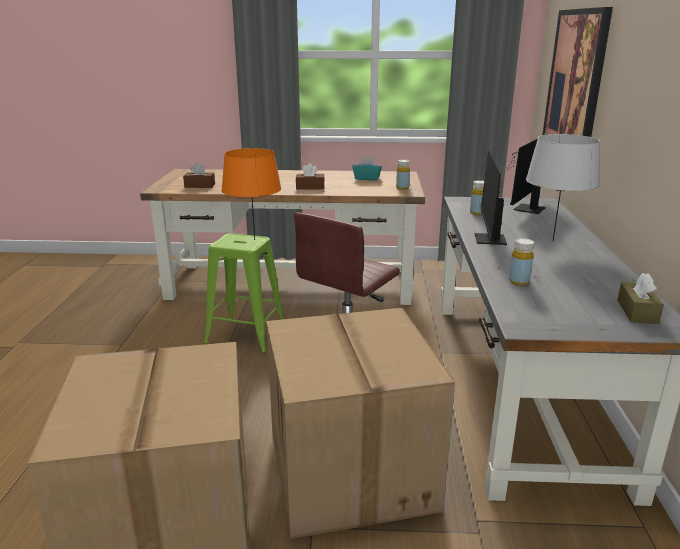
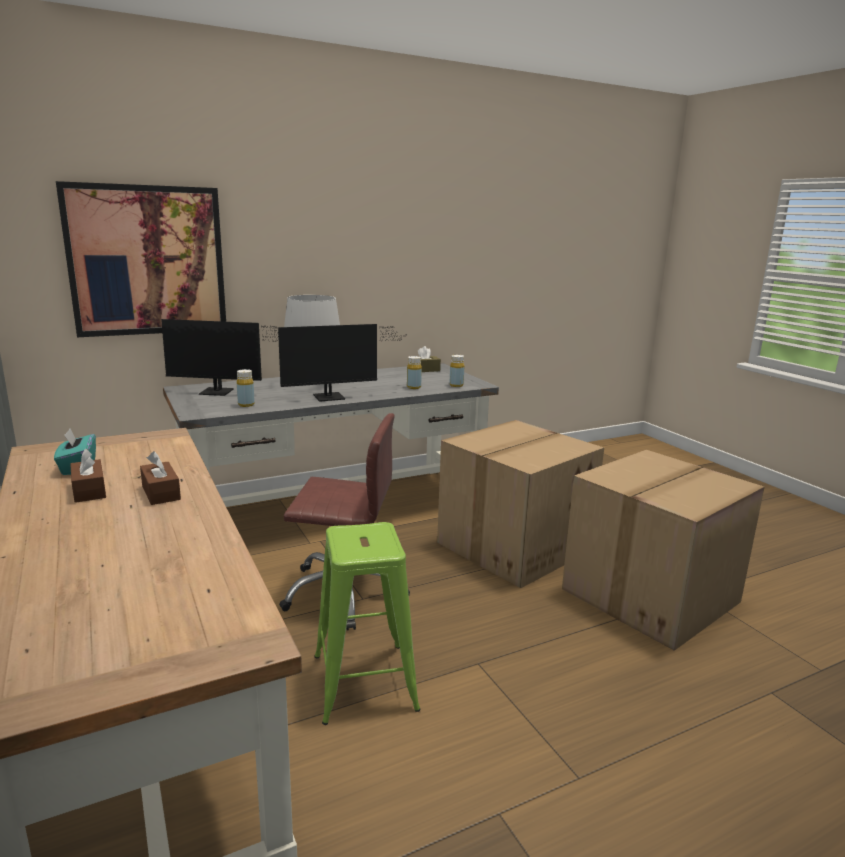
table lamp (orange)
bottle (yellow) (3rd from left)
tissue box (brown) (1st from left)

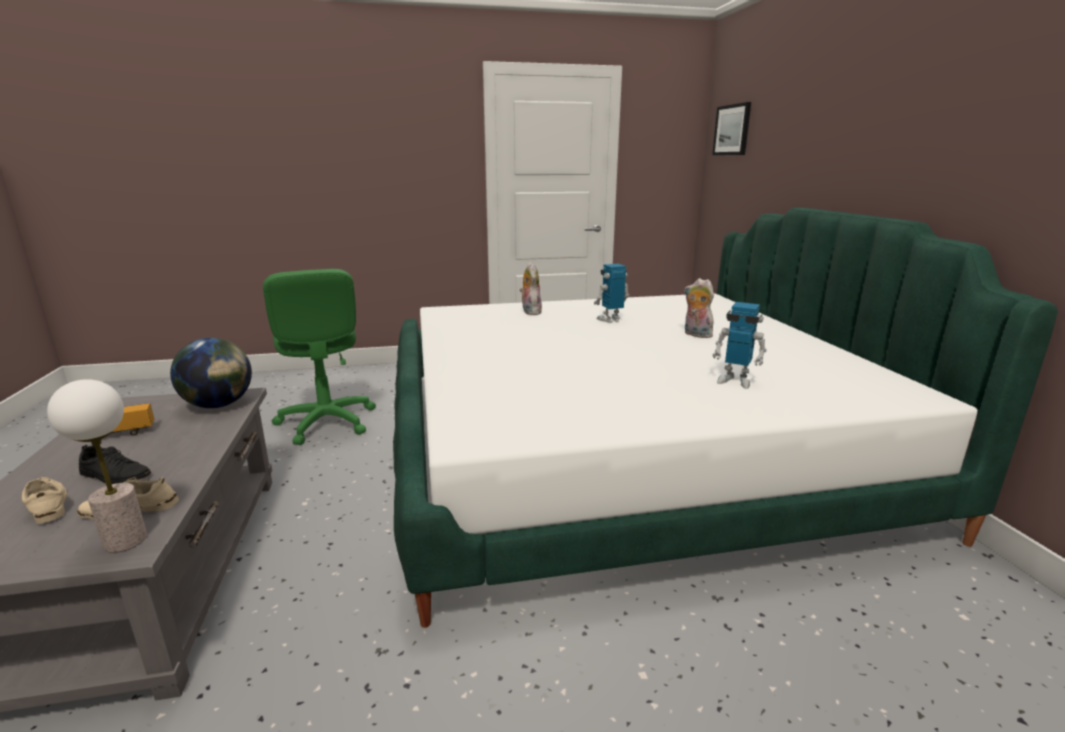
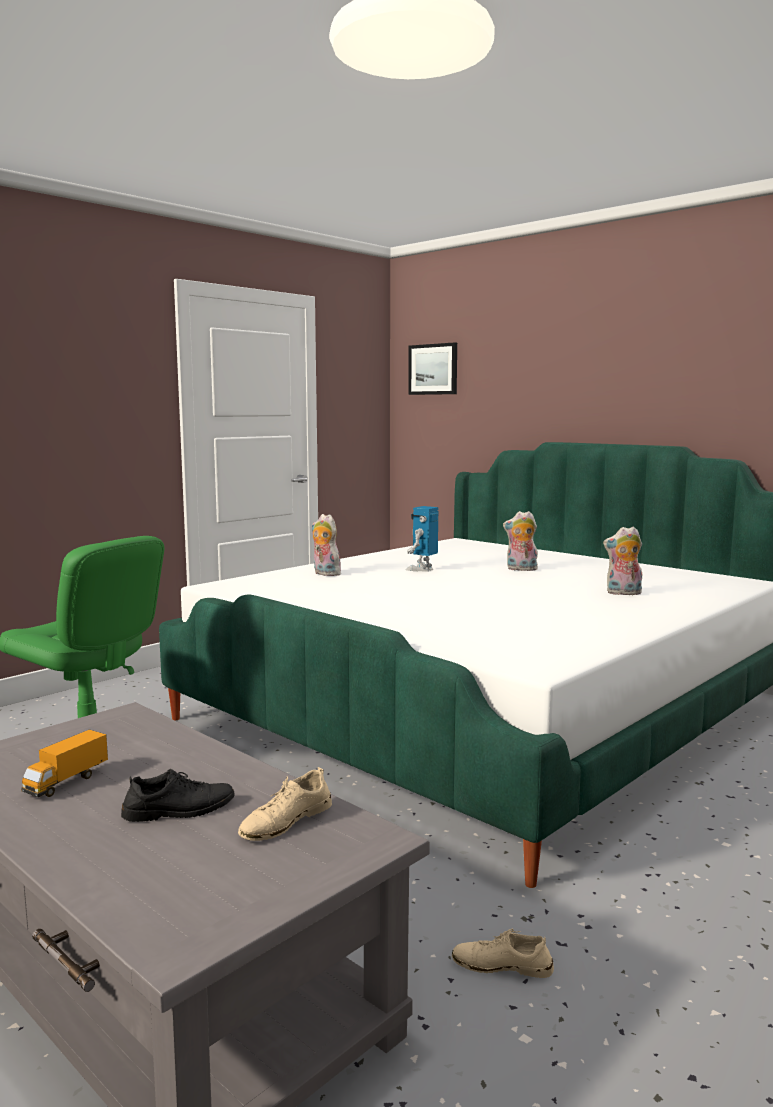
plush toy (3rd from left)
globe
table lamp
shoe (beige) (2nd from left)

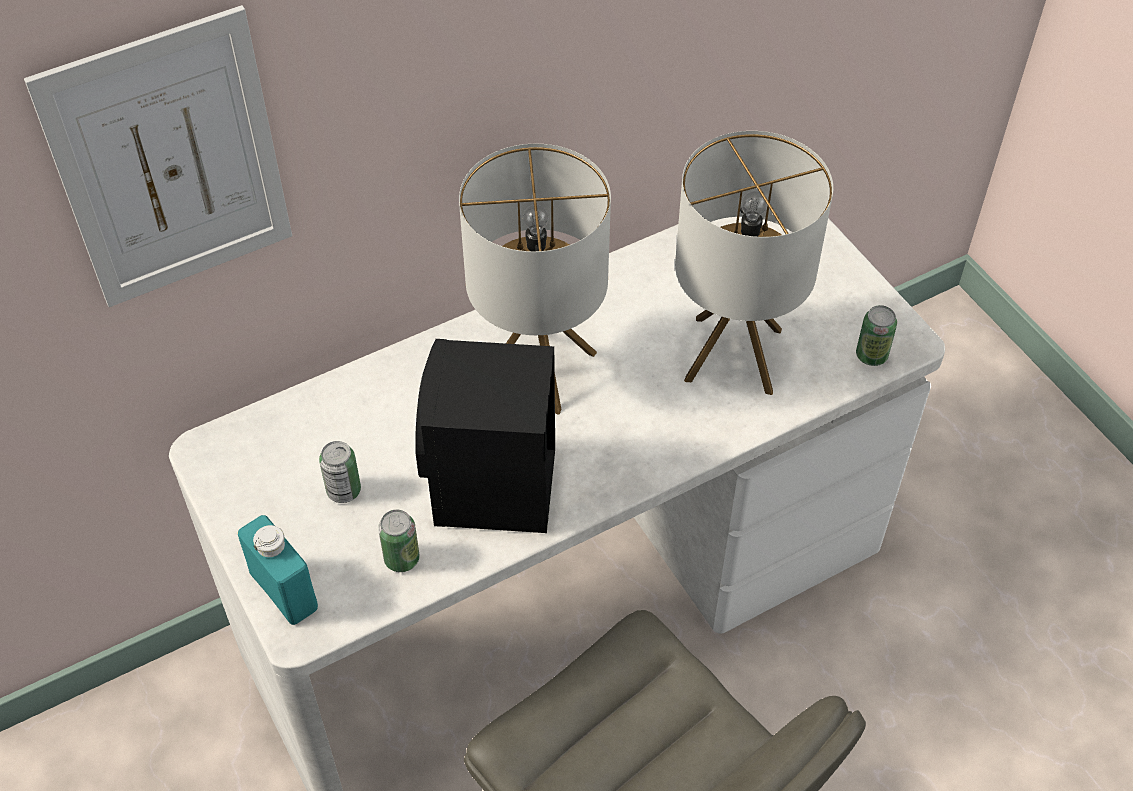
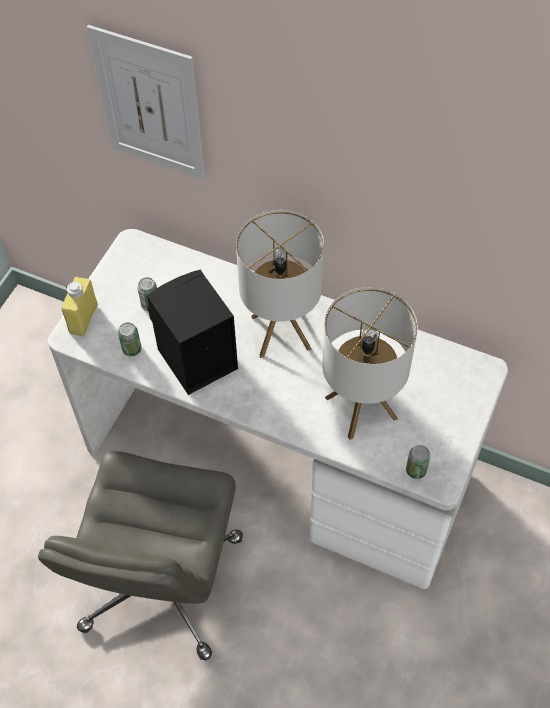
bottle (yellow)

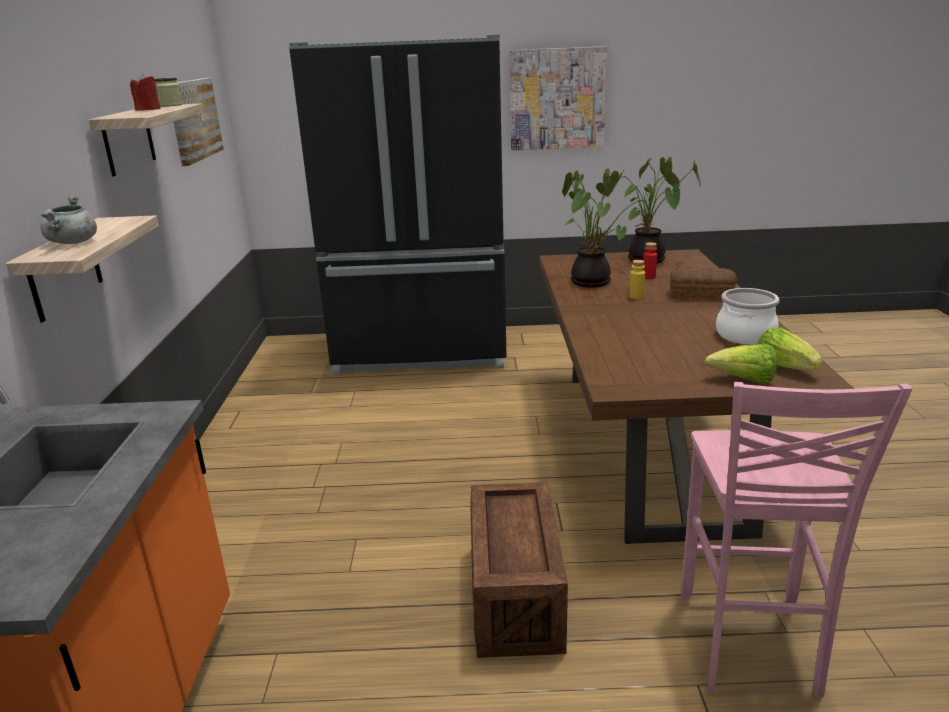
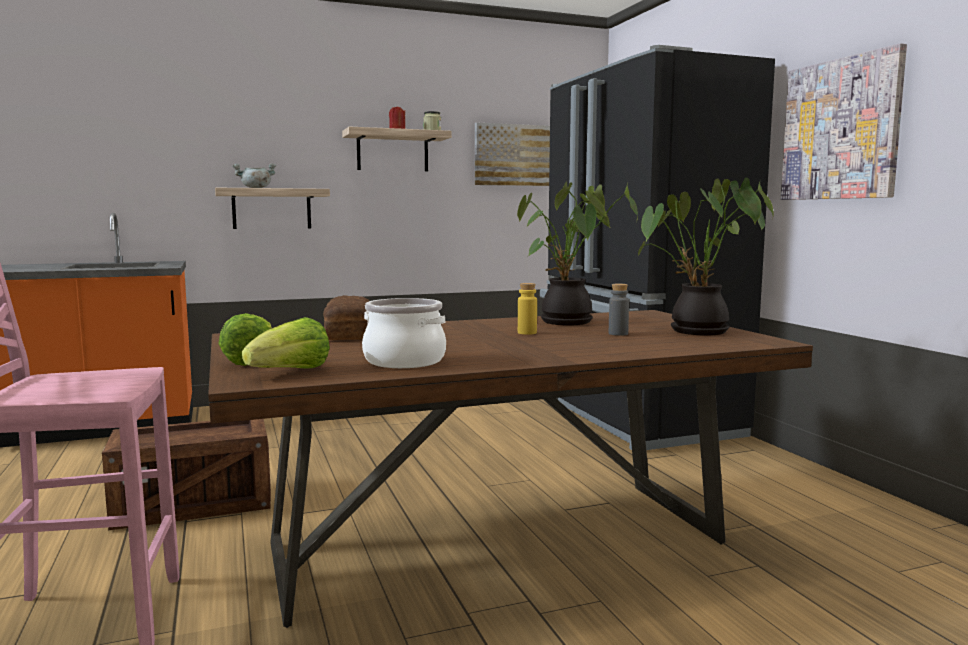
bottle (grey)
bread

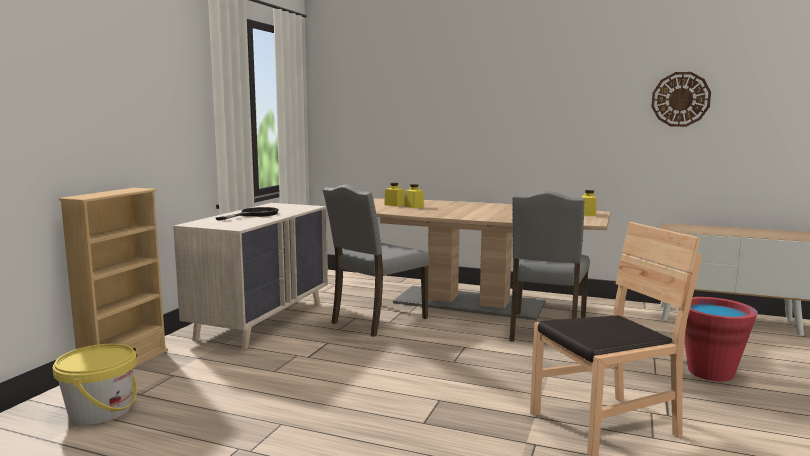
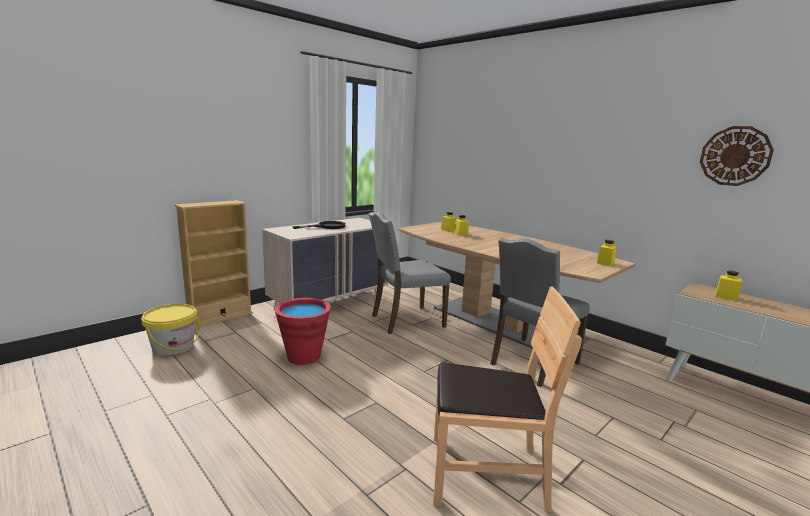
bucket (red)
jar (yellow) (4th from left)

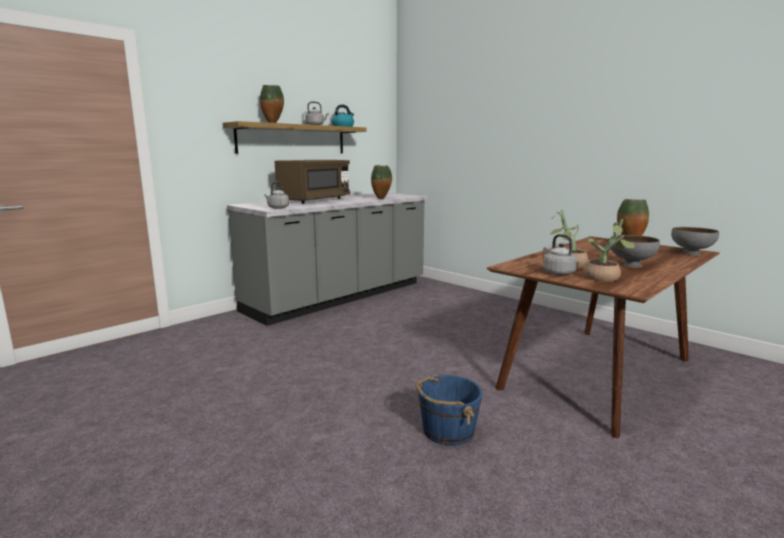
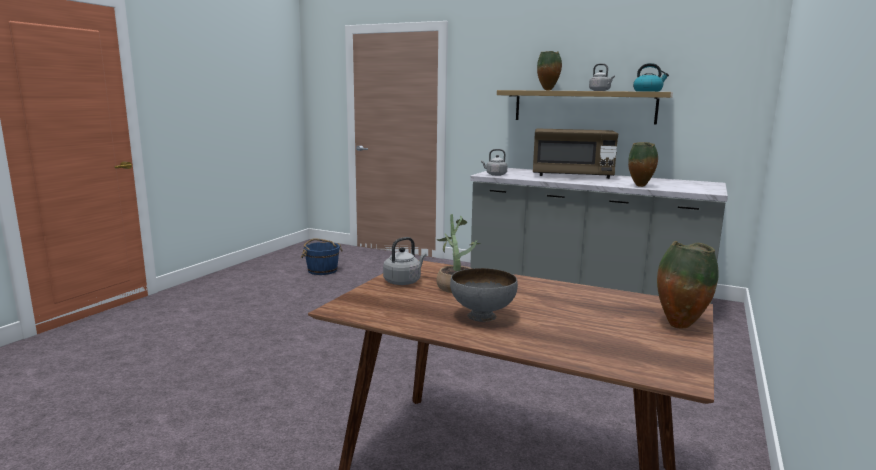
potted plant (2nd from left in the first image)
bowl (grey) (2nd from left in the first image)
bucket (blue)

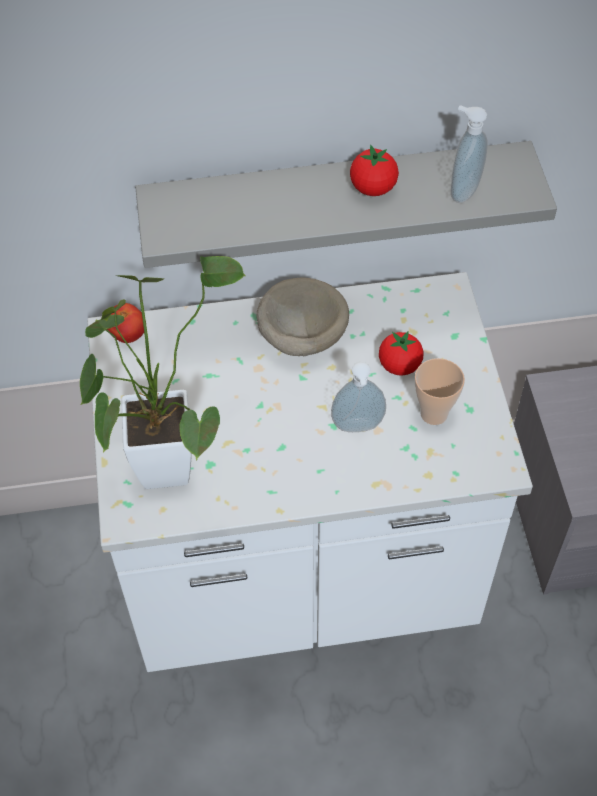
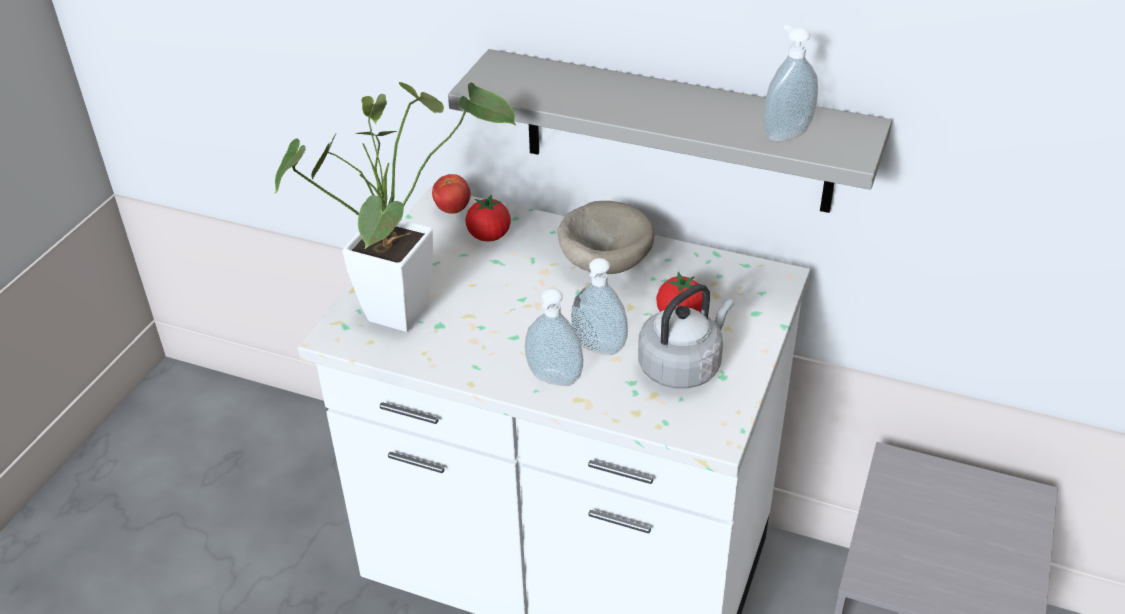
tomato (2nd from left)
kettle (grey)
soap dispenser (1st from left)

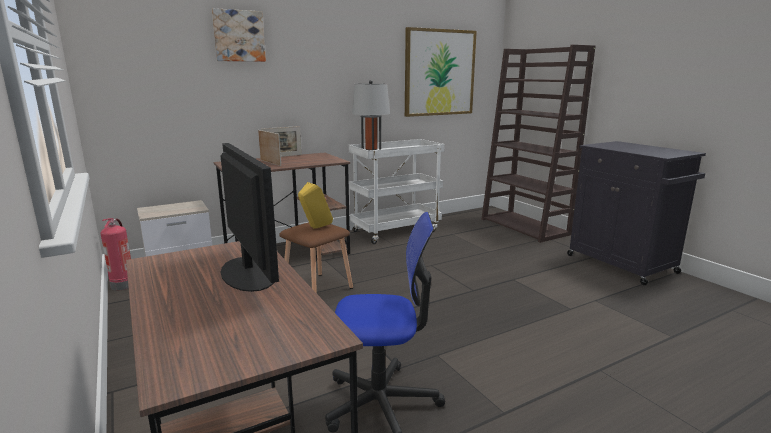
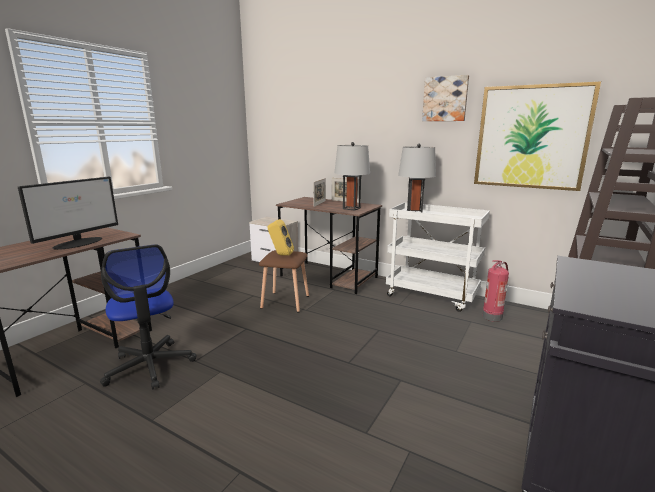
picture (1st from left)
fire extinguisher
table lamp (grey) (1st from left)

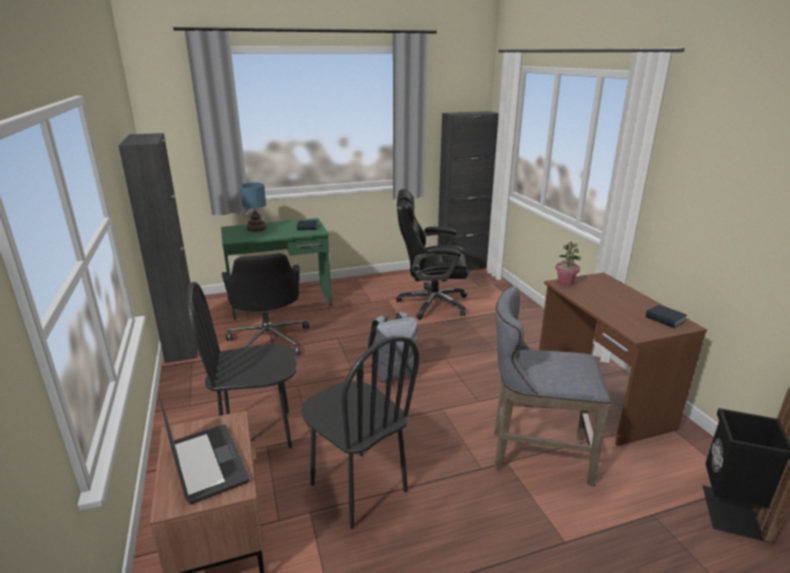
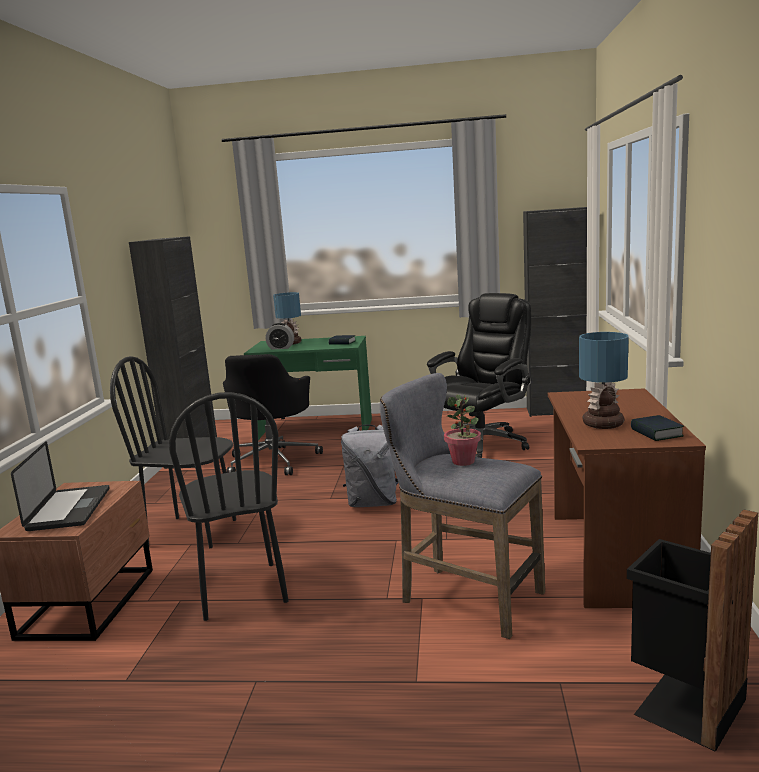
office chair (black) (2nd from left)
potted plant
alarm clock
table lamp (2nd from left)

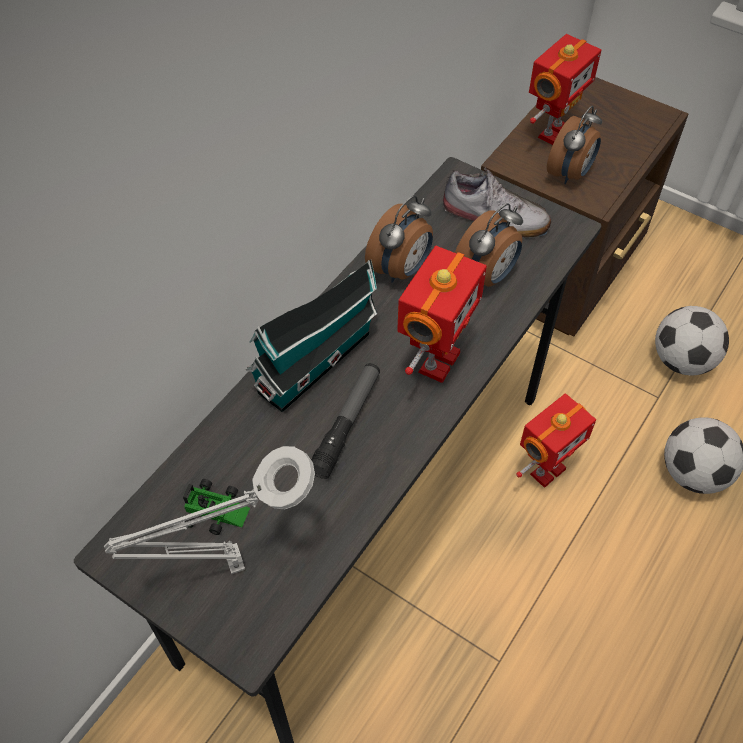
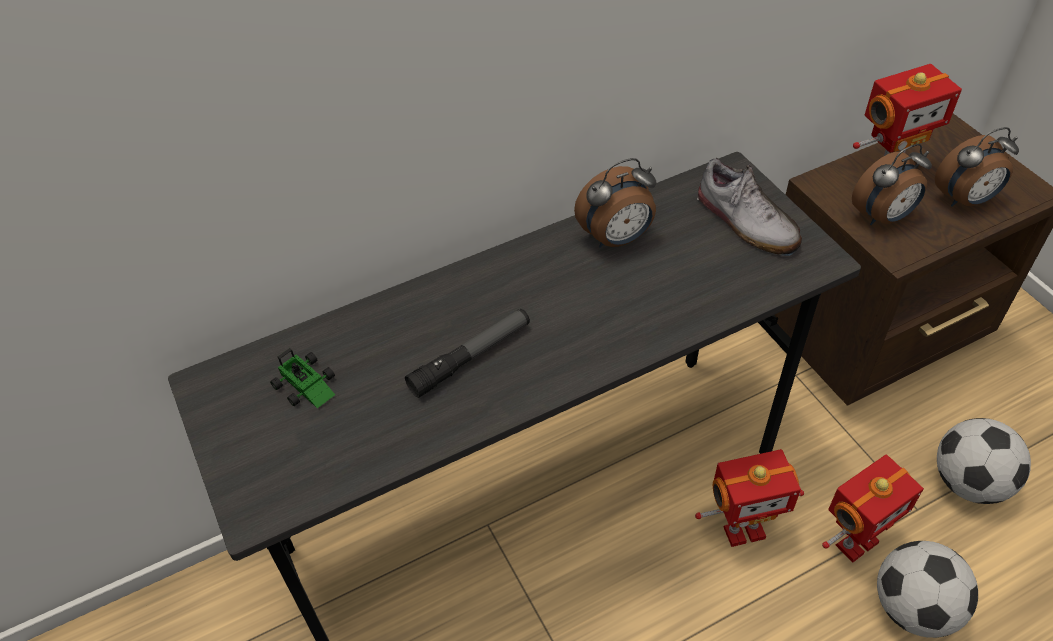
alarm clock (3rd from left)
toy robot (2nd from left)
toy house
table lamp (grey)

